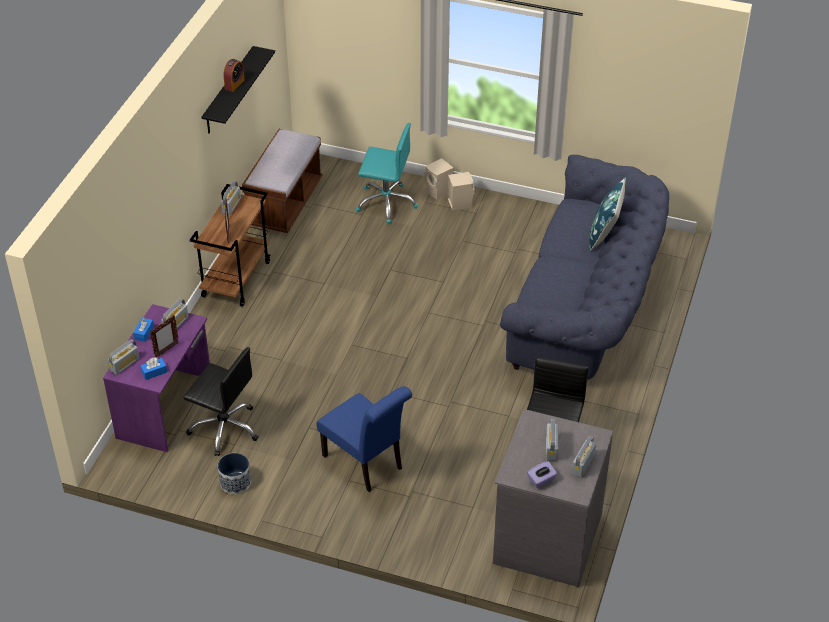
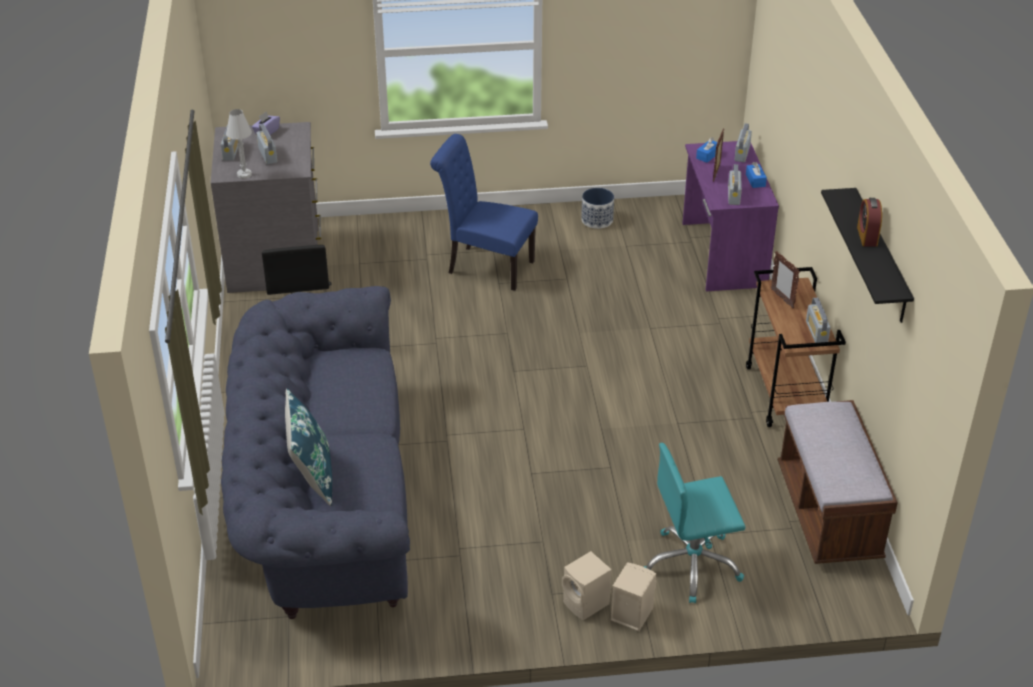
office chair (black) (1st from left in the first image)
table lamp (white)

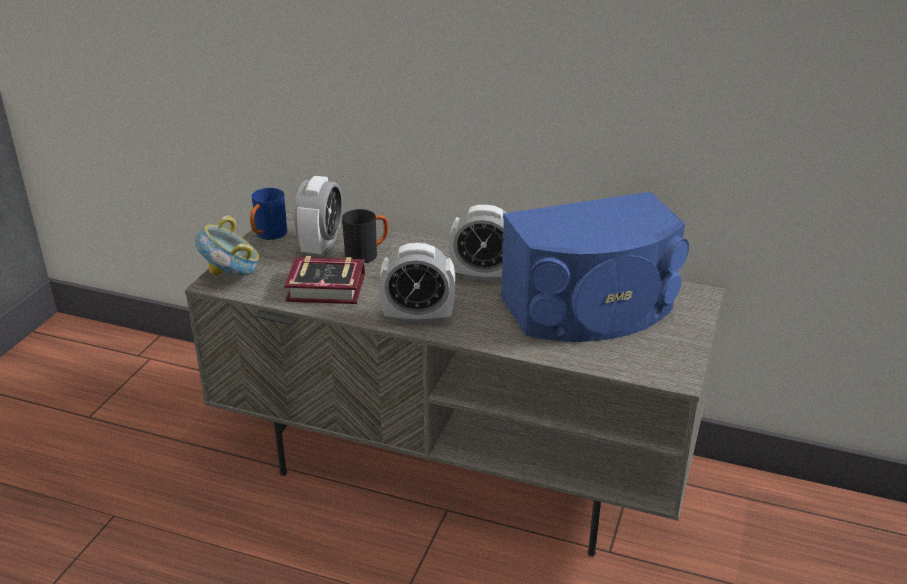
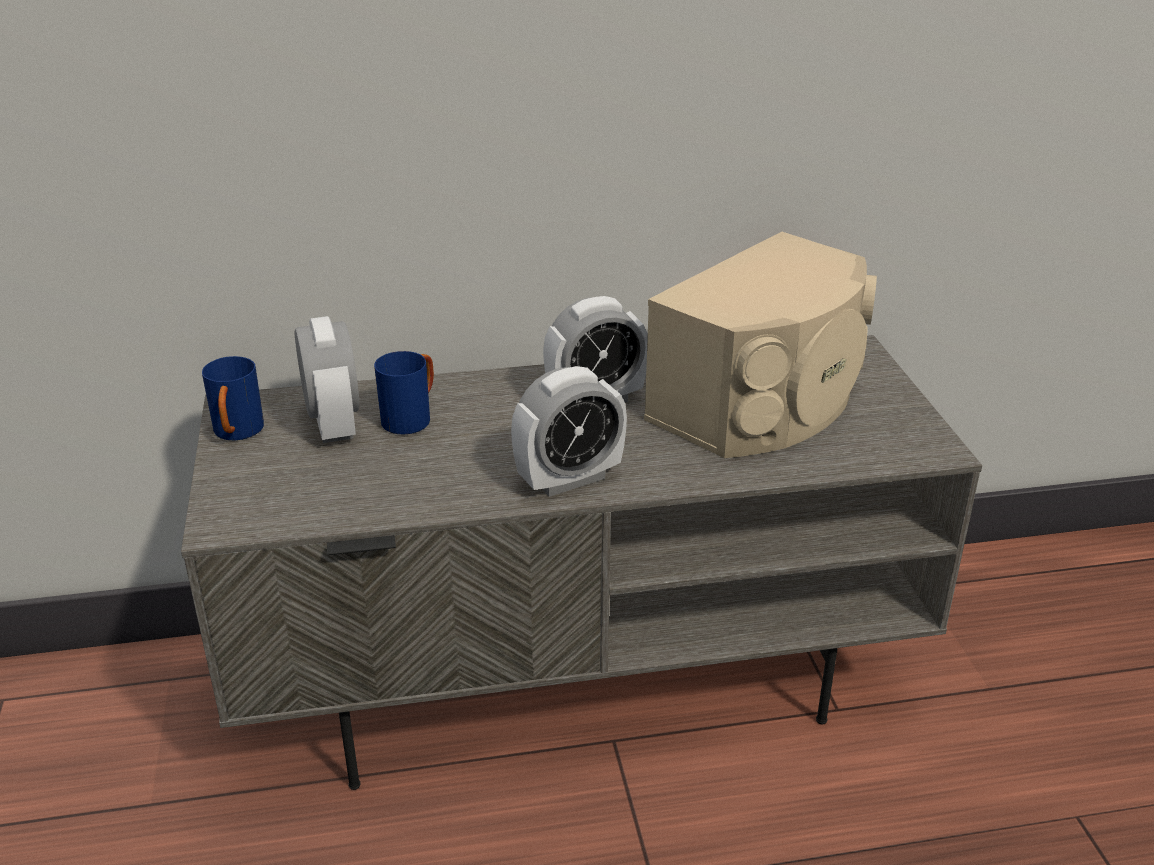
speaker (beige)
mug (blue) (2nd from left)
bowl
book

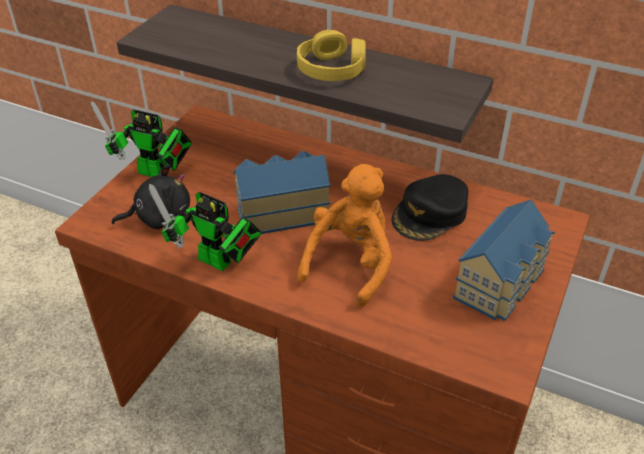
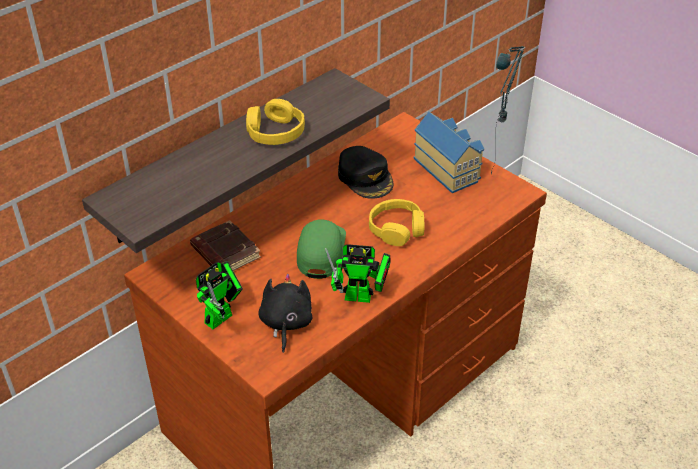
cap (green)
headphones (yellow) (2nd from left)
toy robot (2nd from left)
table lamp
book (brown)

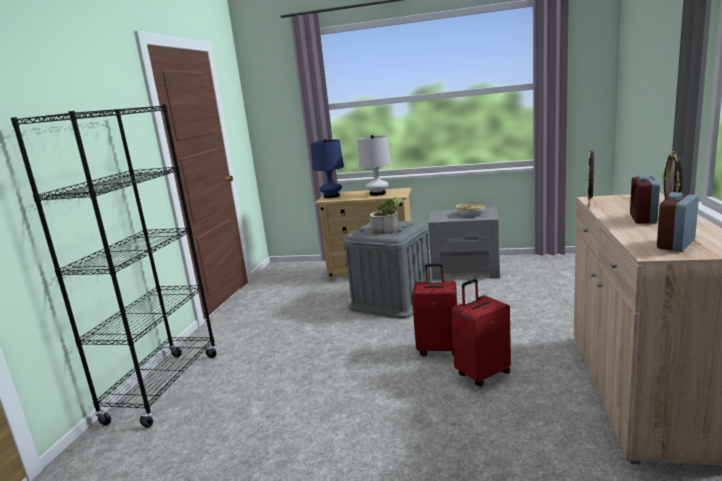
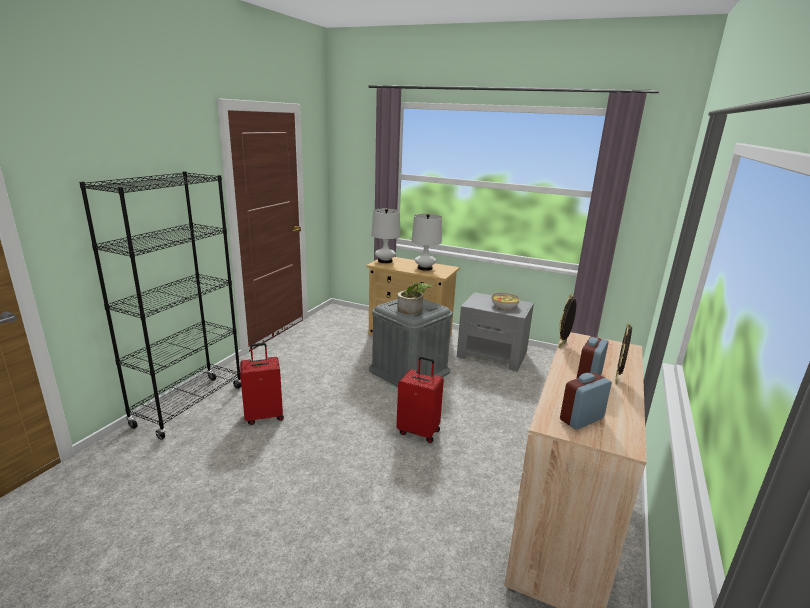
table lamp (white) (1st from left)
suitcase (red) (1st from left)

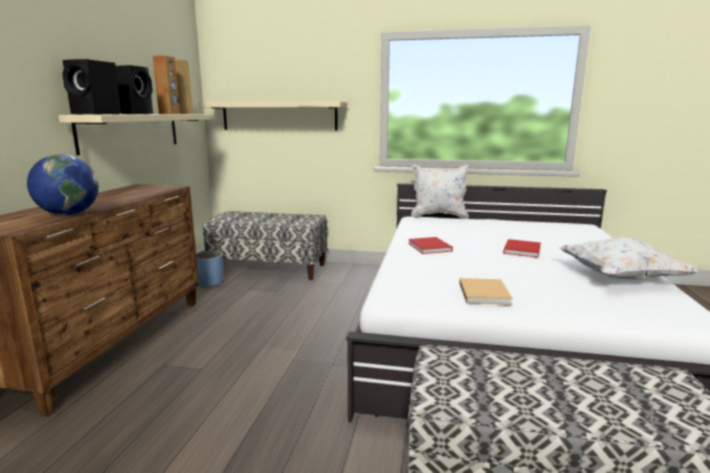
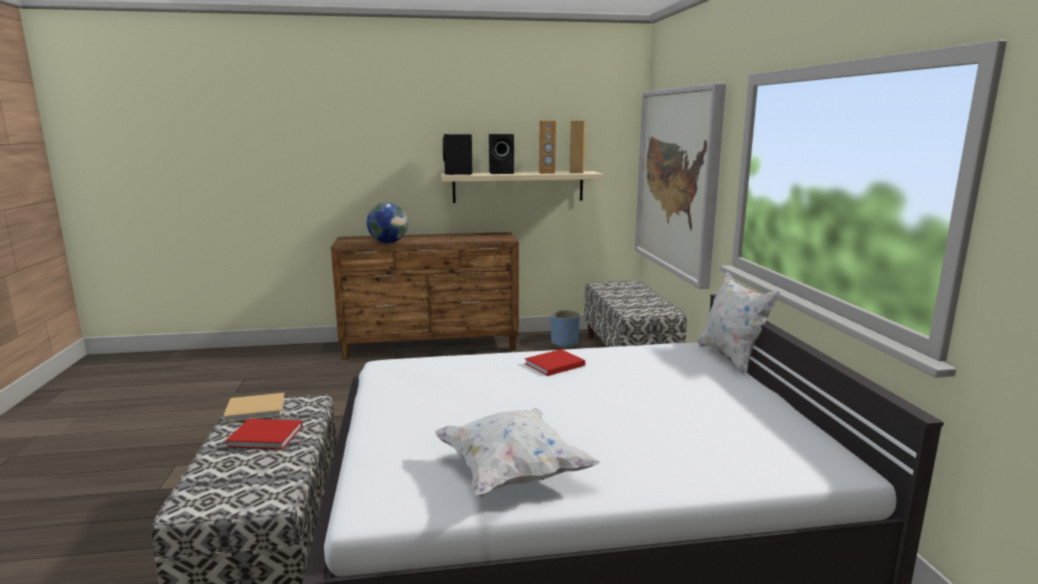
picture
book (red) (1st from left)
book (beige)

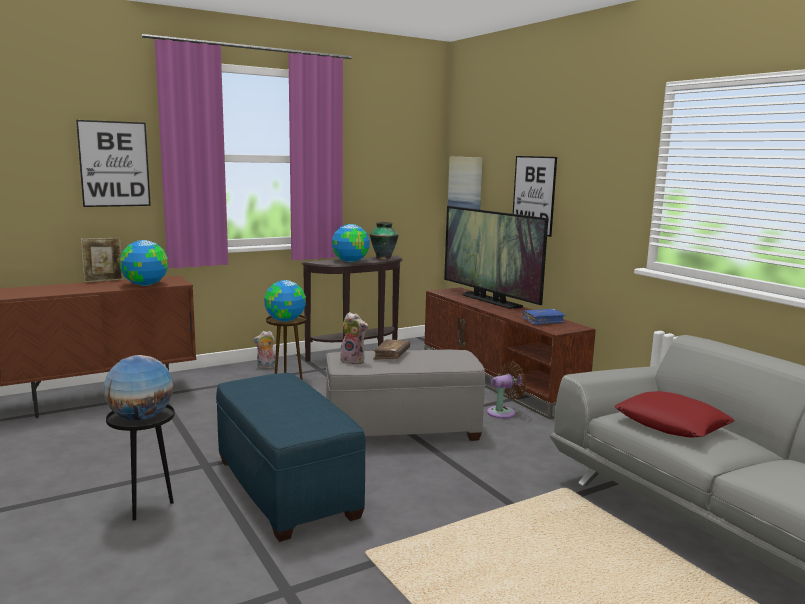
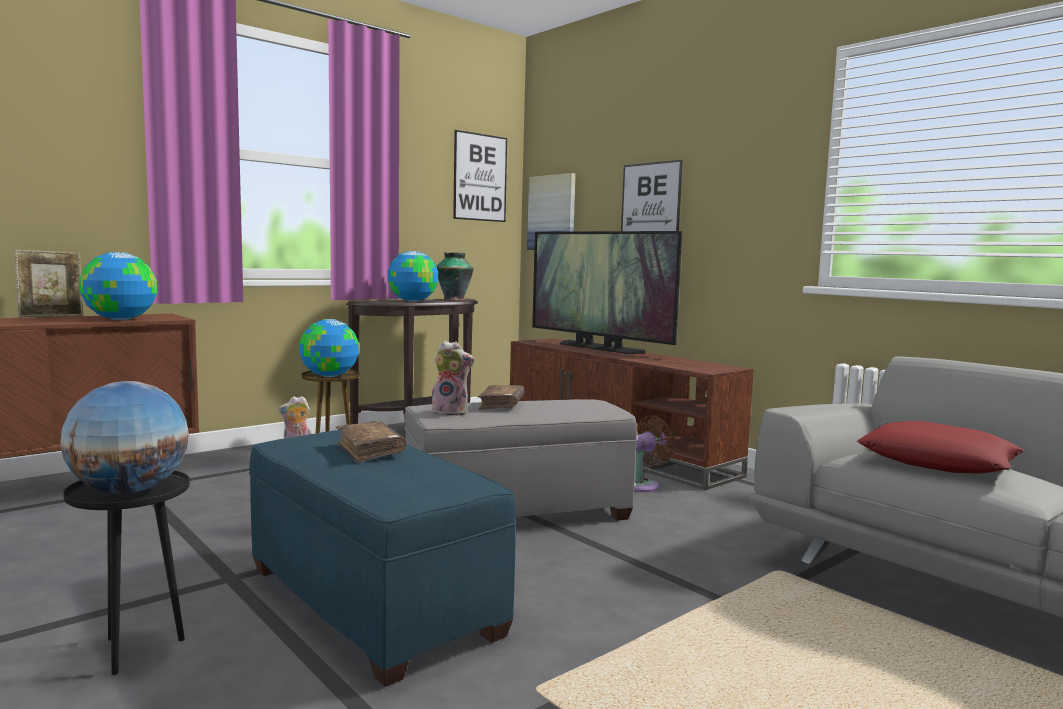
picture (1st from left)
book (blue)
book (brown) (1st from left)

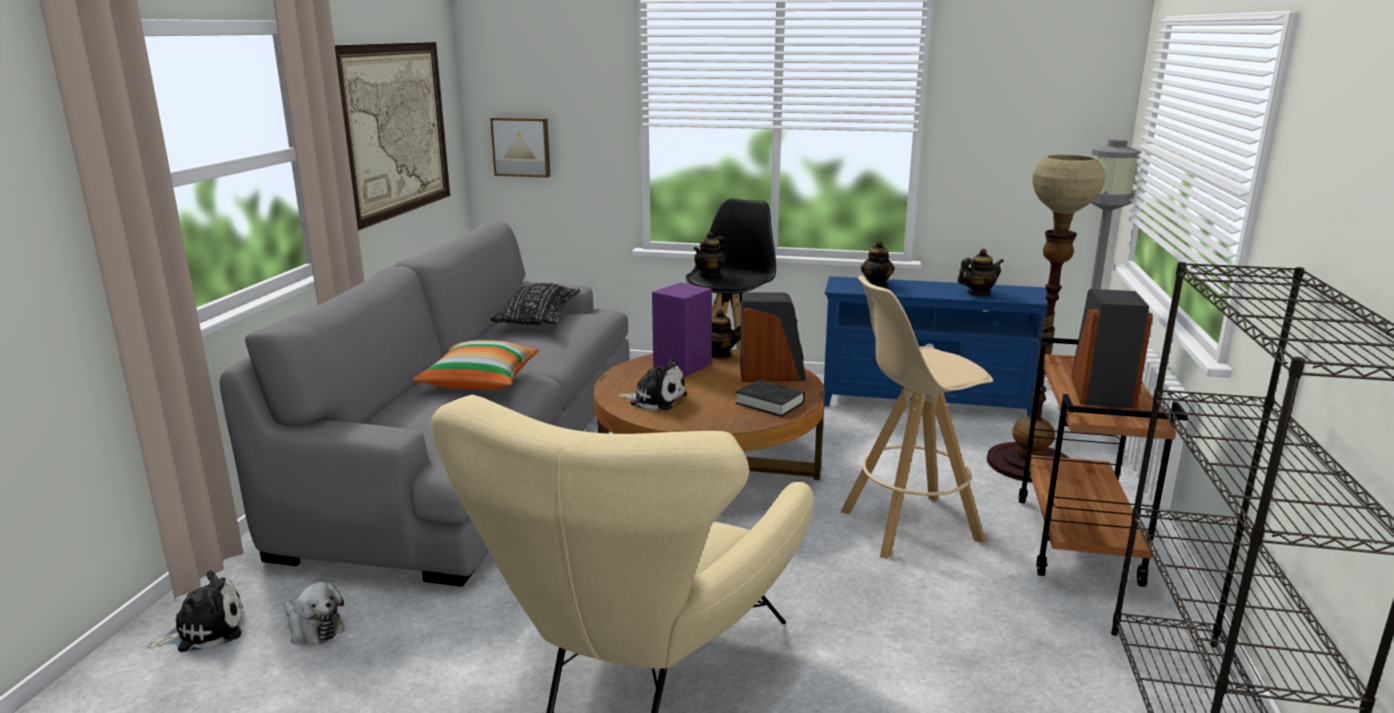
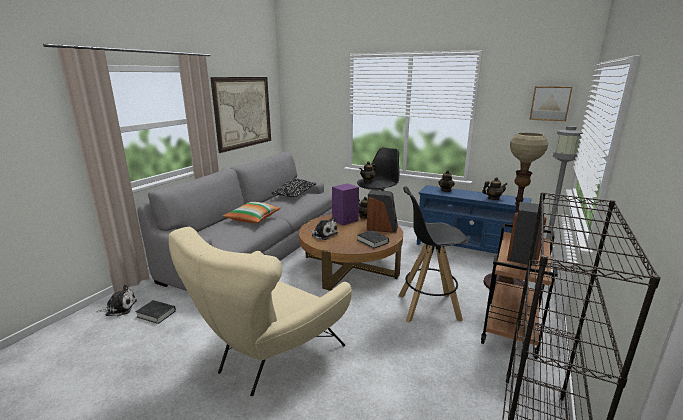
picture (2nd from left)
stool (black) (2nd from left)
book (black) (1st from left)

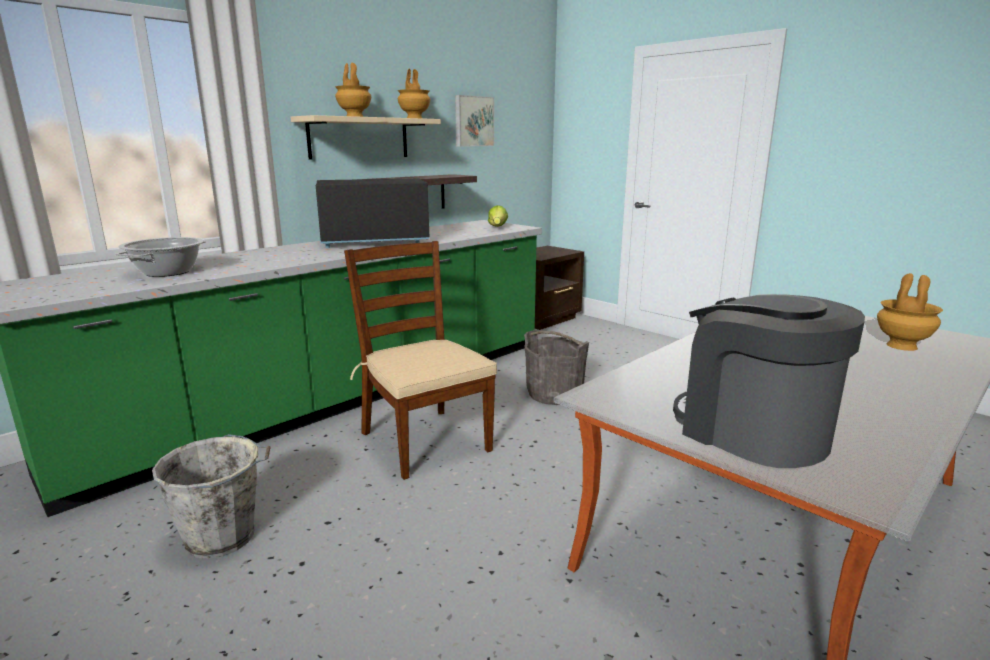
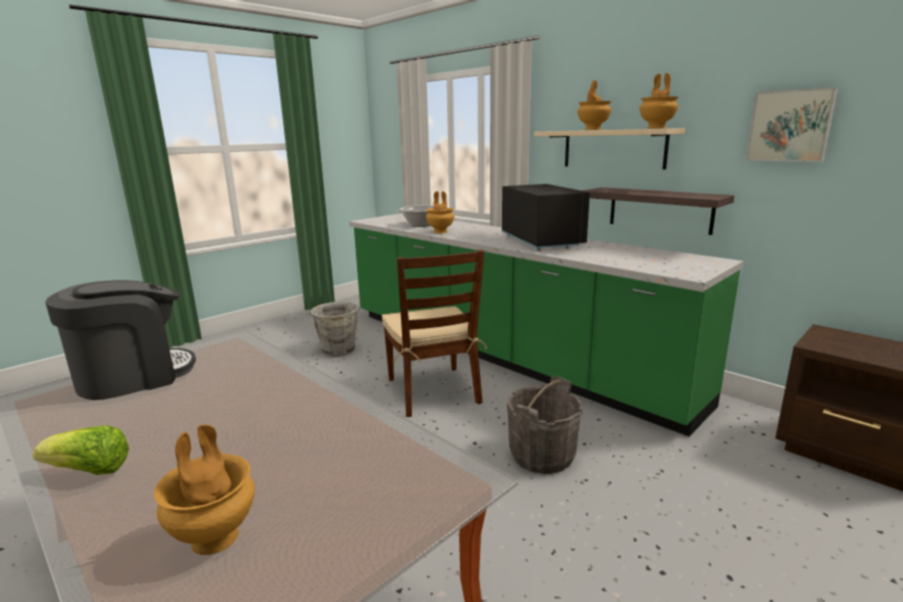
lettuce
chair (brown)
vase (brown) (2nd from left)

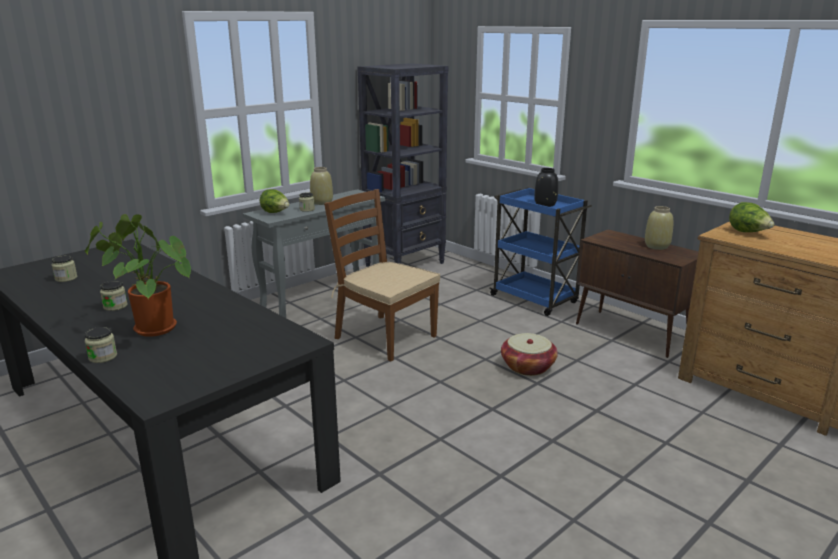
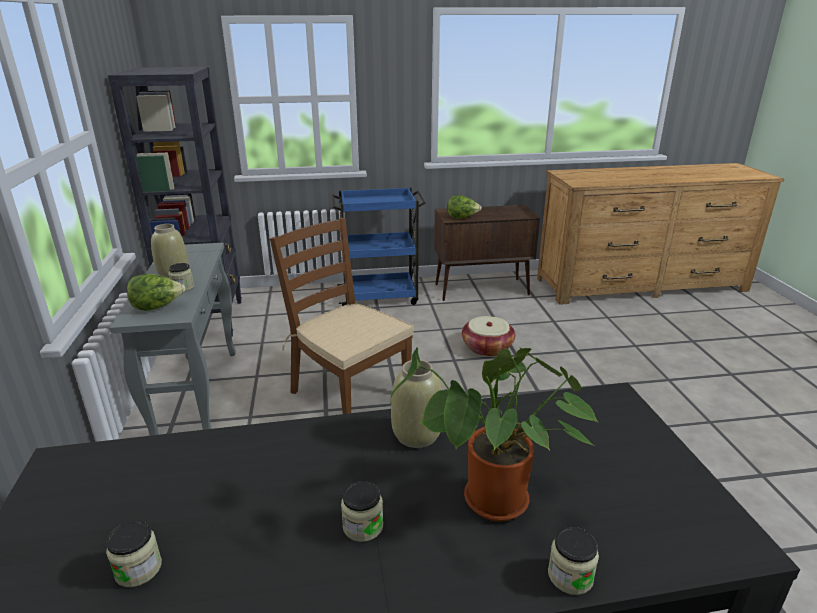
vase (black)
chair (brown)
lettuce (2nd from left)
vase (beige) (2nd from left)

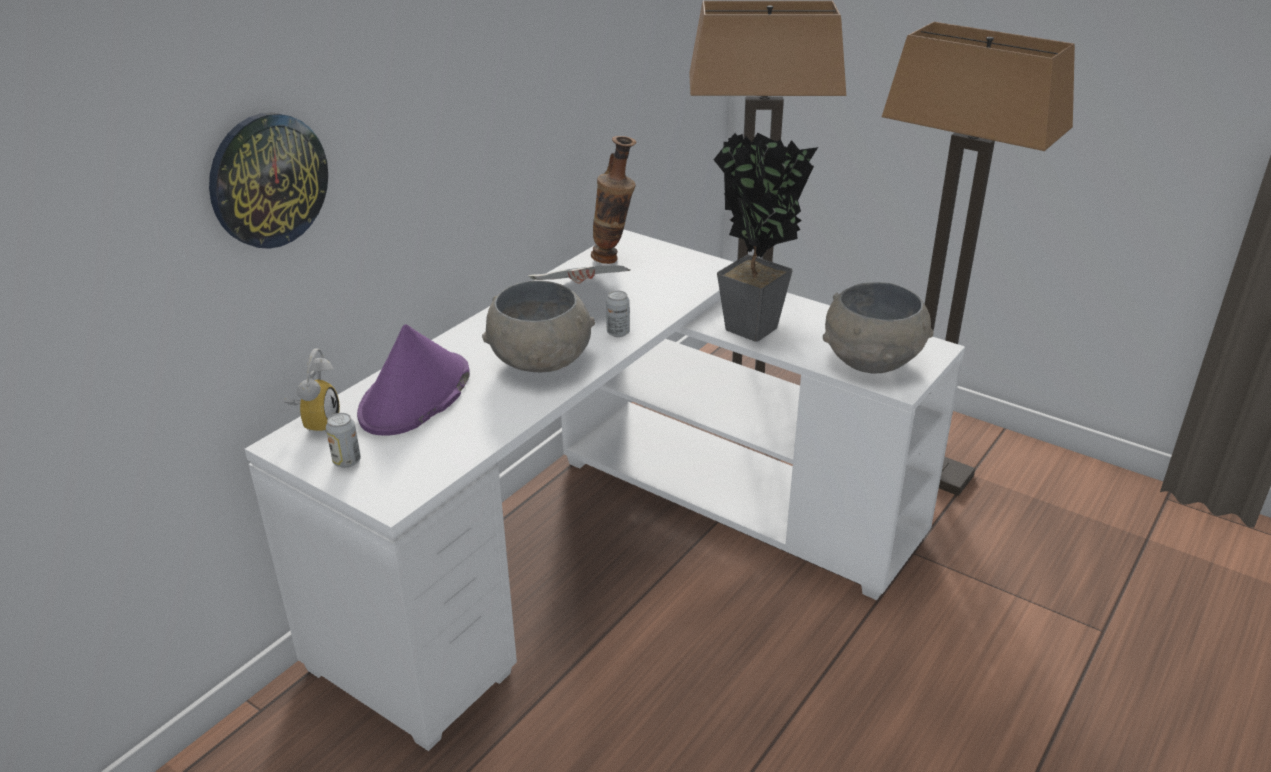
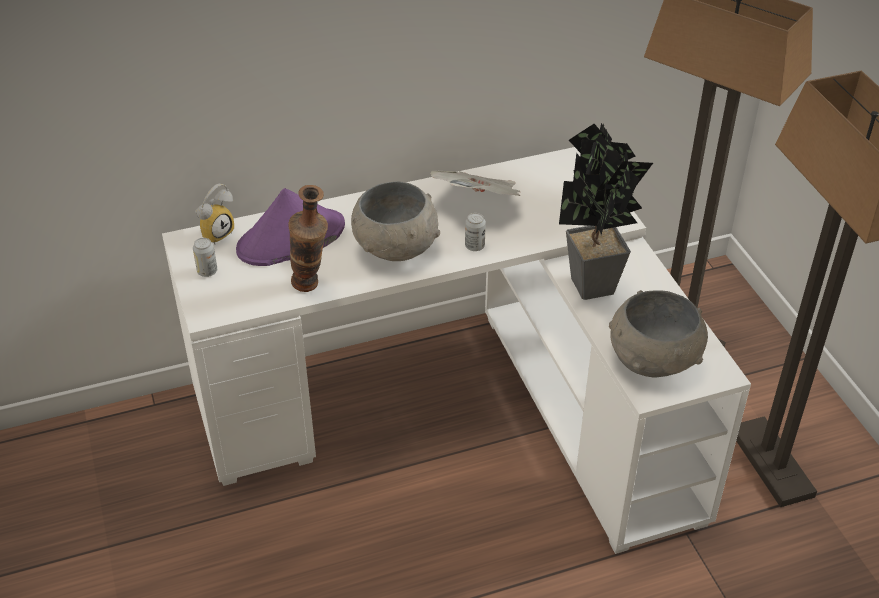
wall clock
vase

